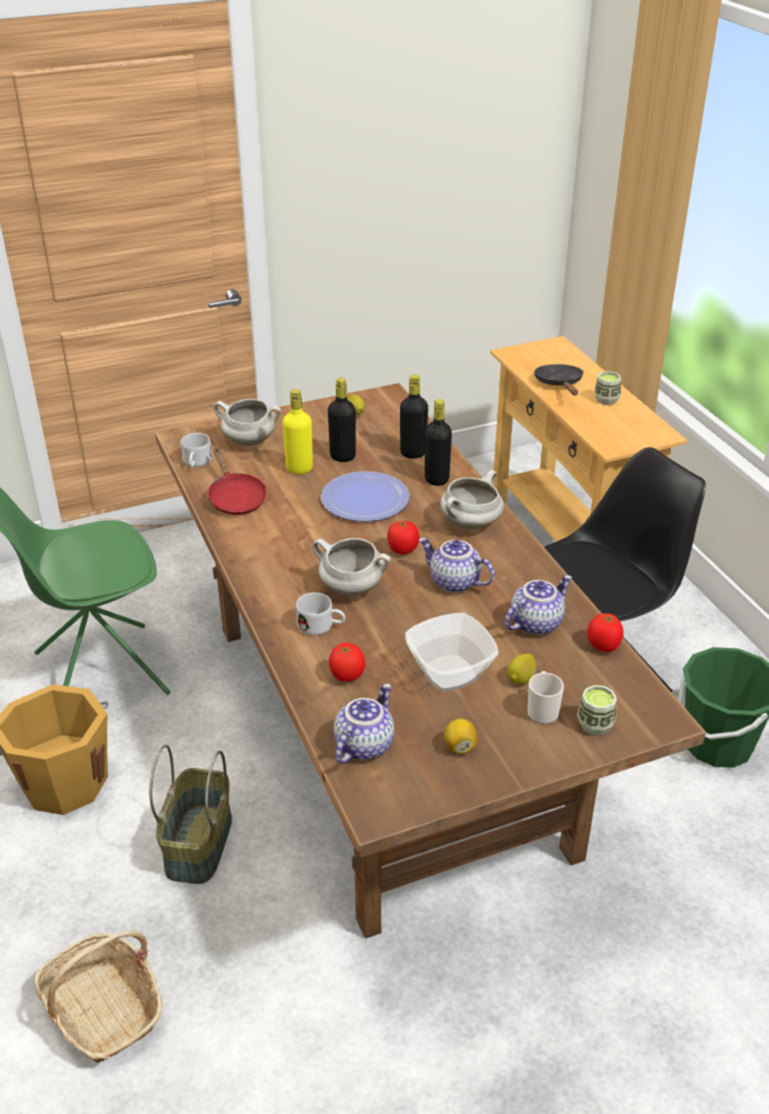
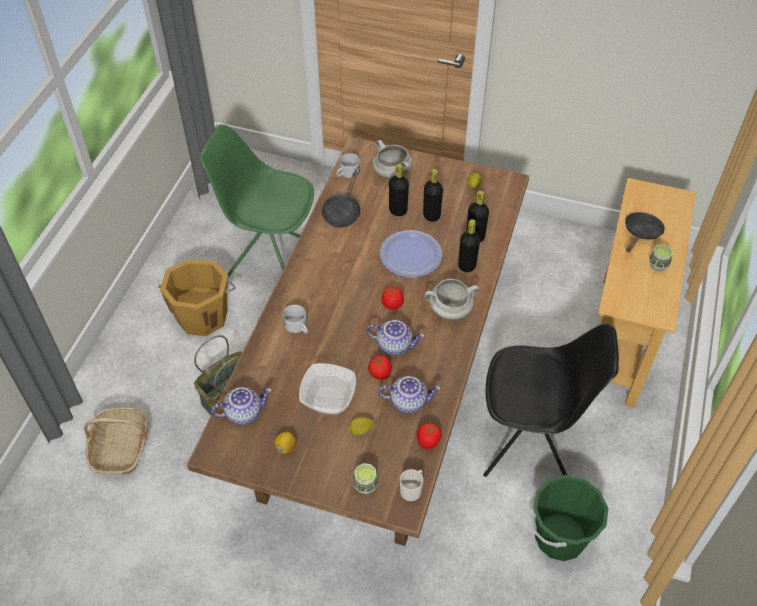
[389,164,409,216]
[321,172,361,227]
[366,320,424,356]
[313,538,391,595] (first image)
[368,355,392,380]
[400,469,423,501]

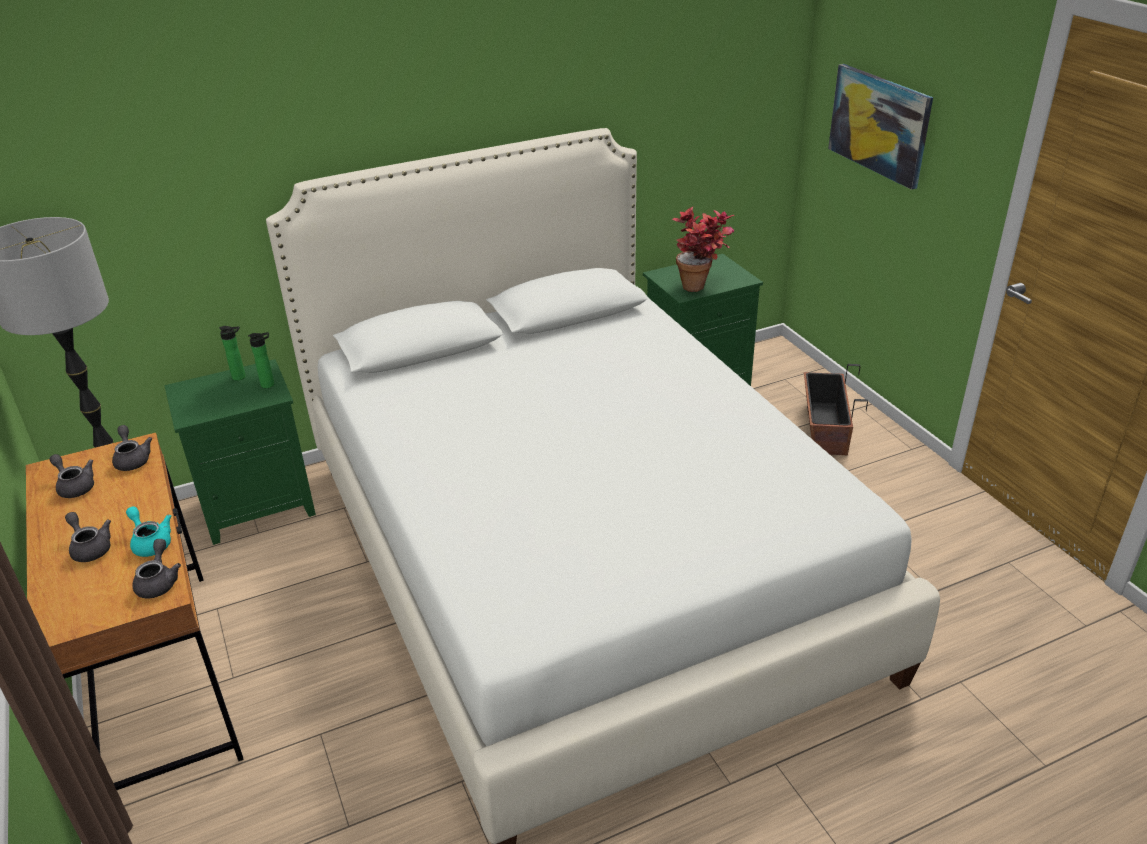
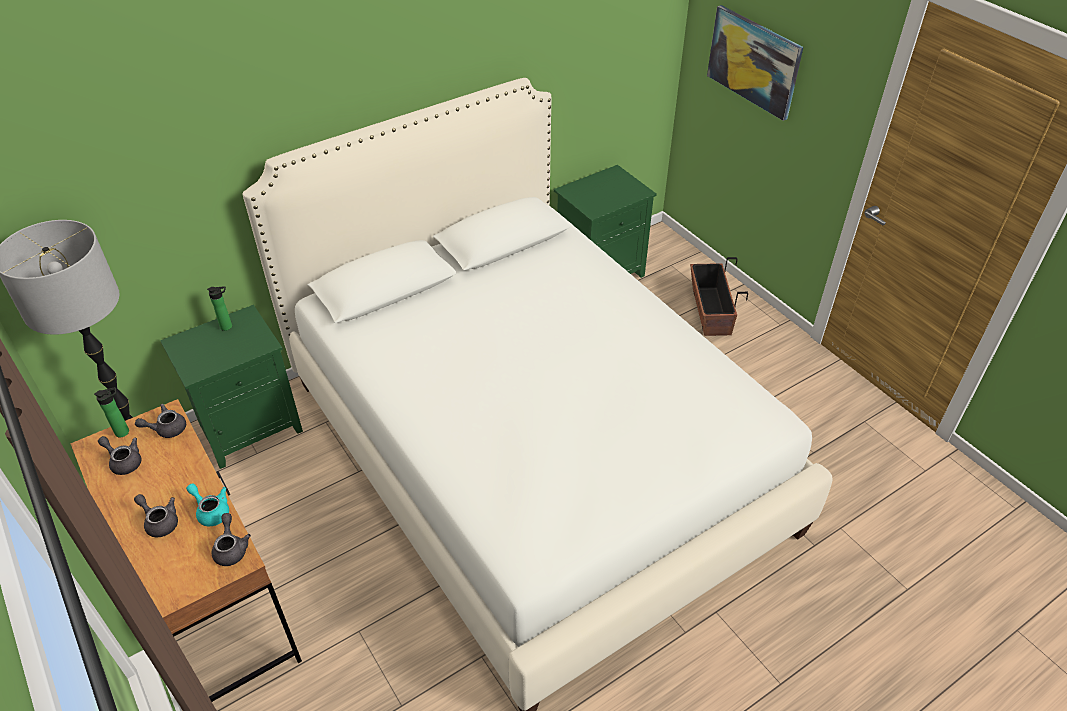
[672,207,734,292] (first image)
[94,387,129,438]
[135,404,186,438]

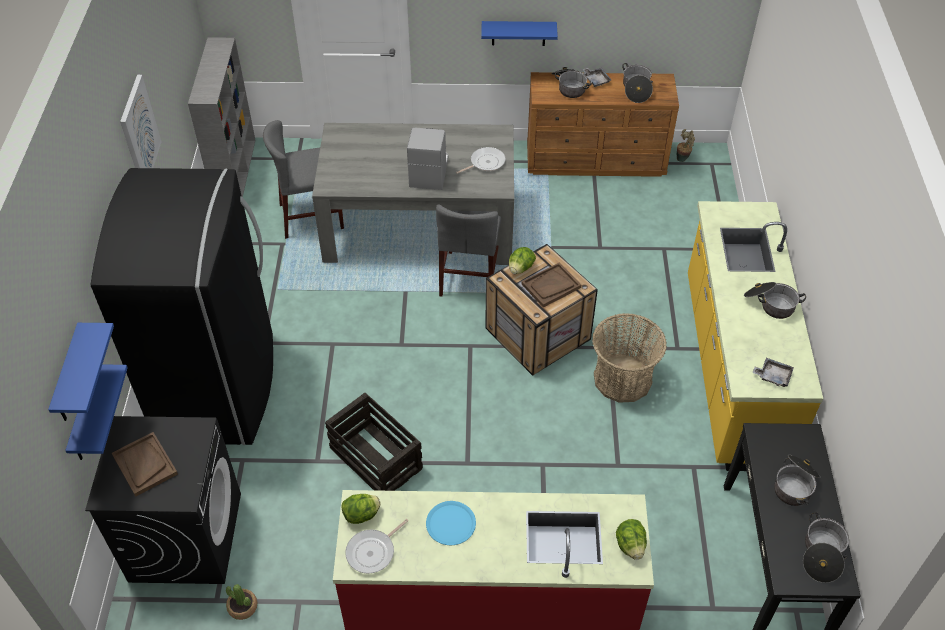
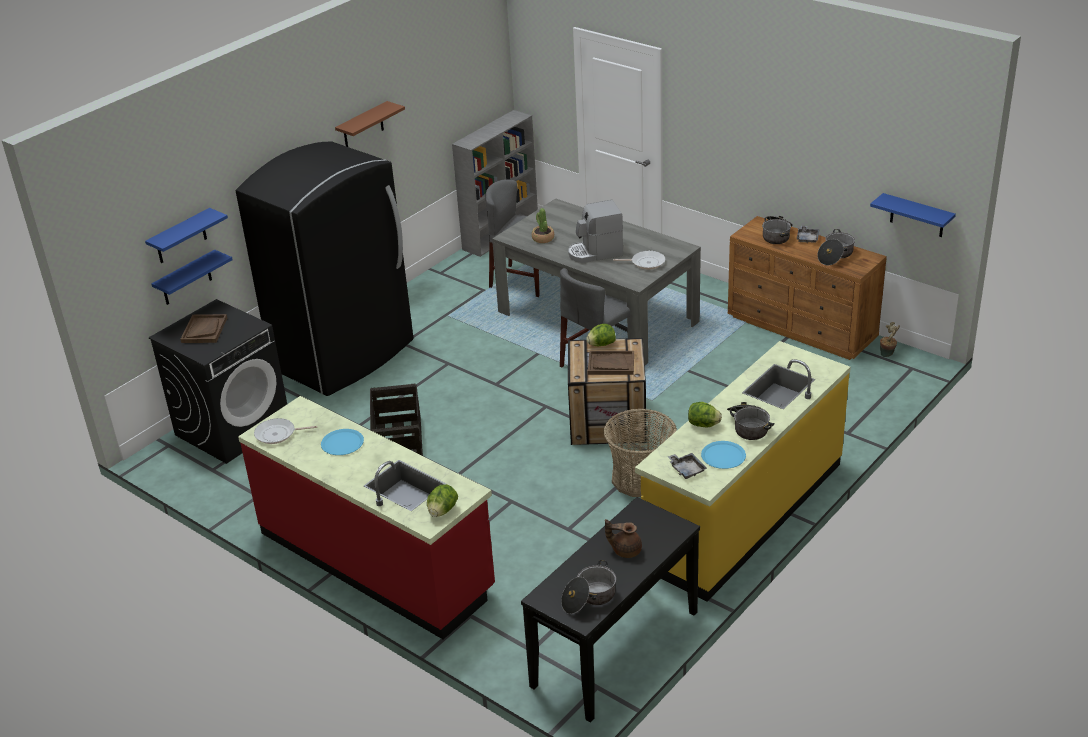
[870,193,956,237]
[335,101,405,147]
[568,200,623,263]
[605,519,642,558]
[688,402,722,427]
[532,208,554,243]
[701,441,746,469]

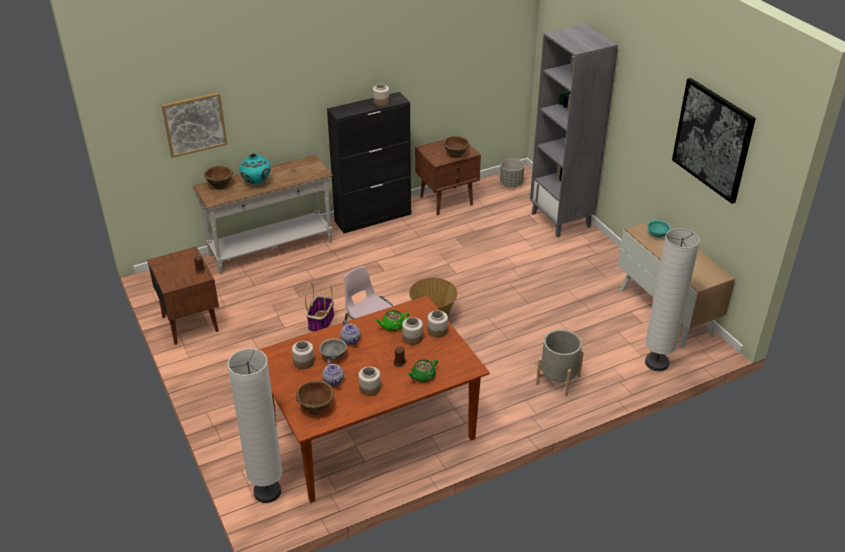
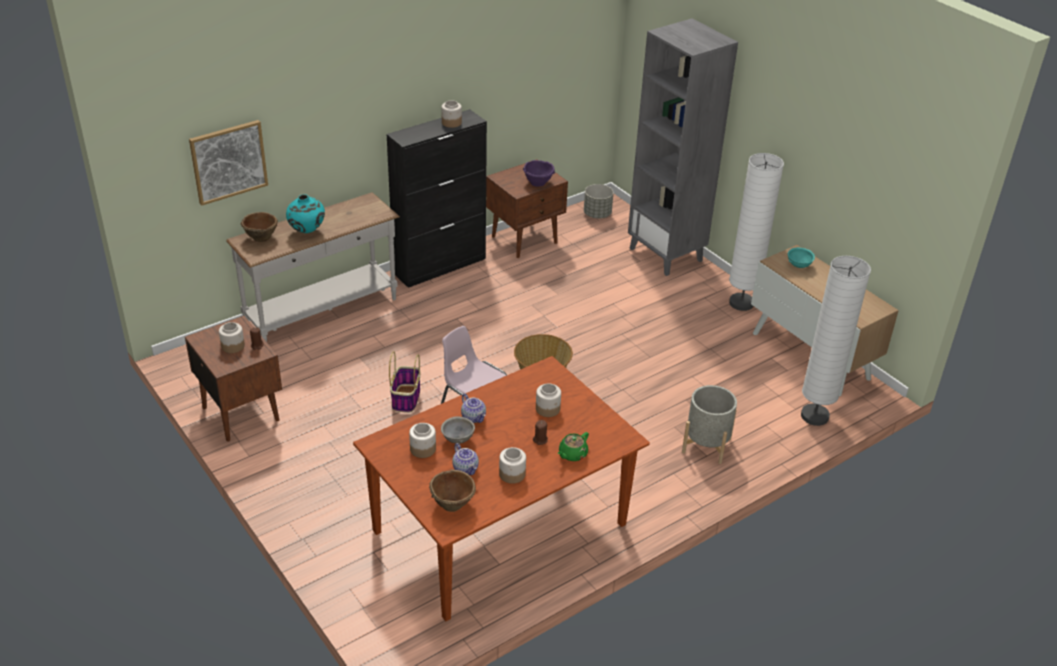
[672,78,756,204] (first image)
[523,160,555,187]
[375,310,409,331] (first image)
[219,322,245,353]
[729,153,784,311]

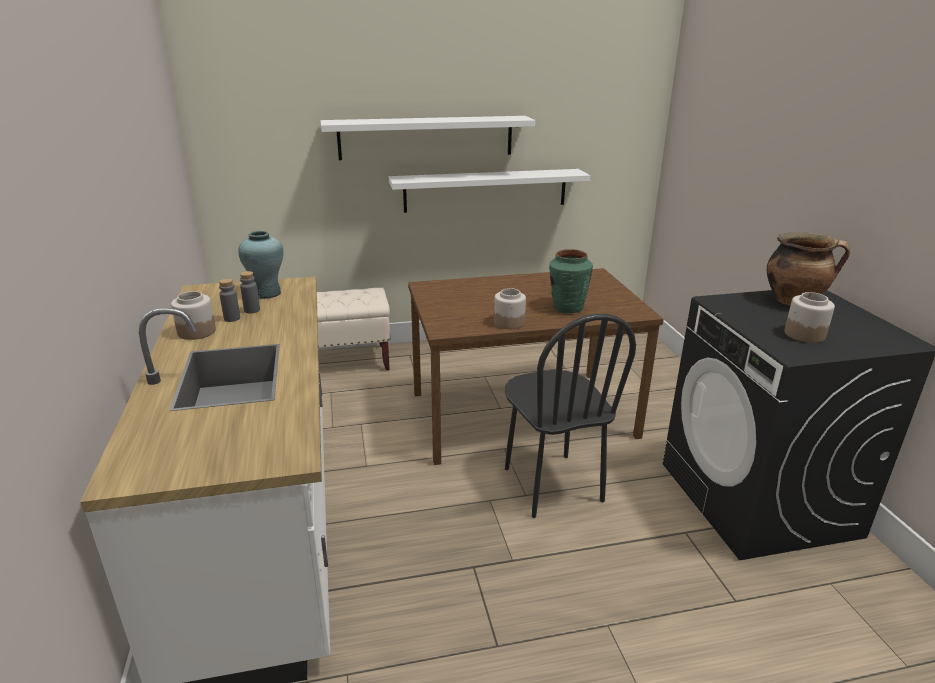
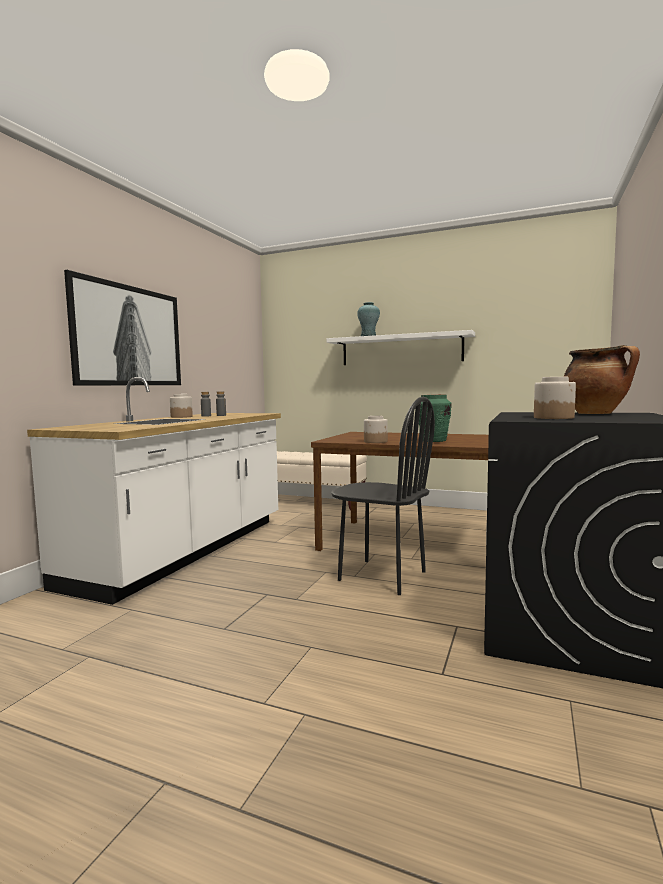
[389,169,590,213] (first image)
[357,302,380,336]
[331,397,435,595]
[64,270,181,386]

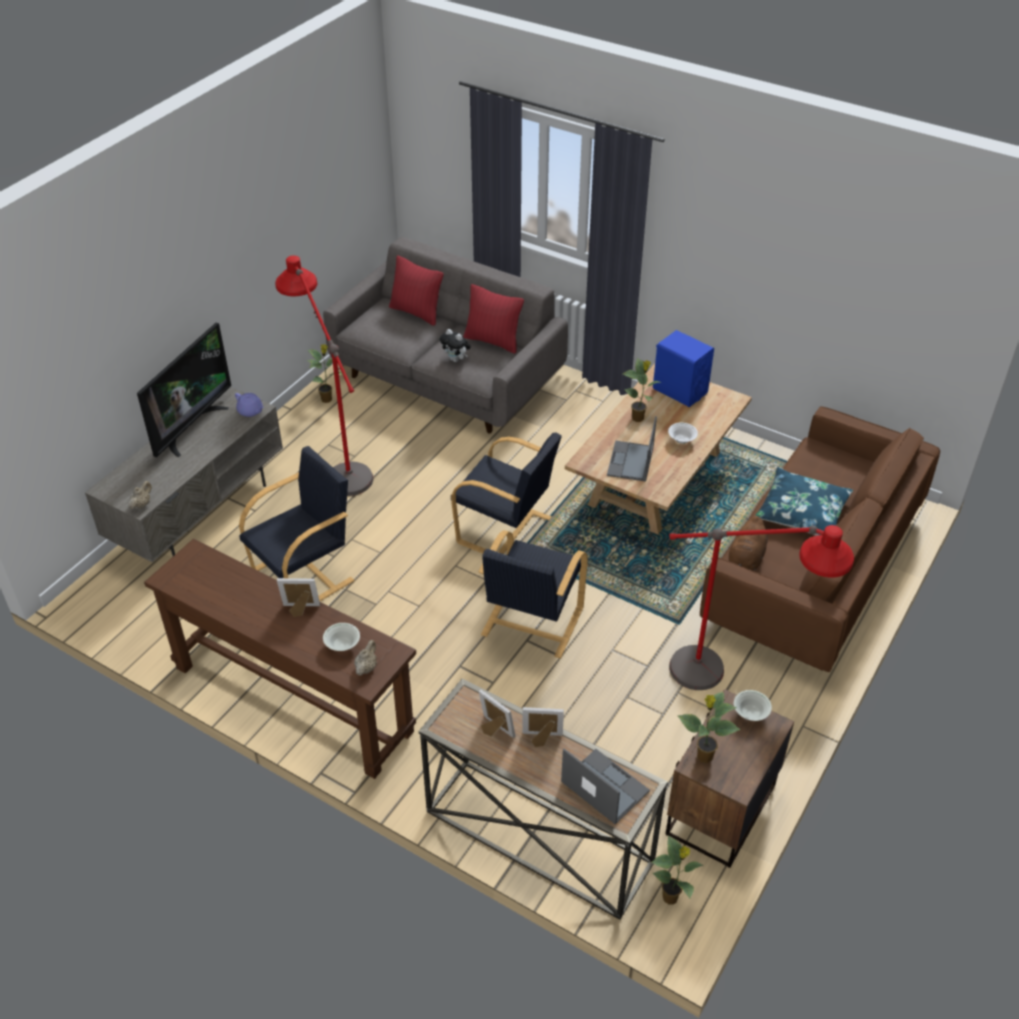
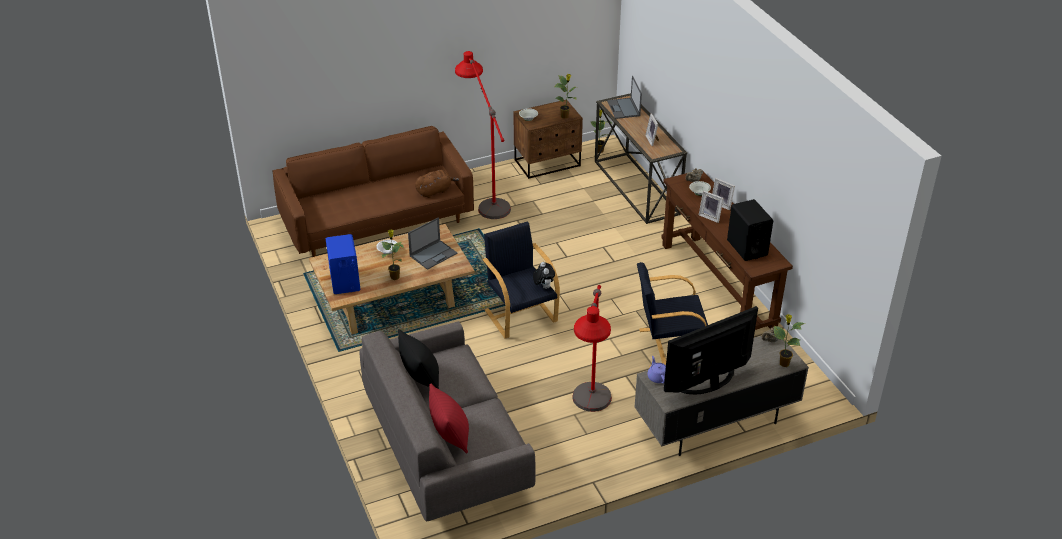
[398,329,439,389]
[533,262,555,289]
[774,314,806,367]
[755,467,853,536] (first image)
[479,530,588,658] (first image)
[712,178,735,210]
[727,199,773,261]

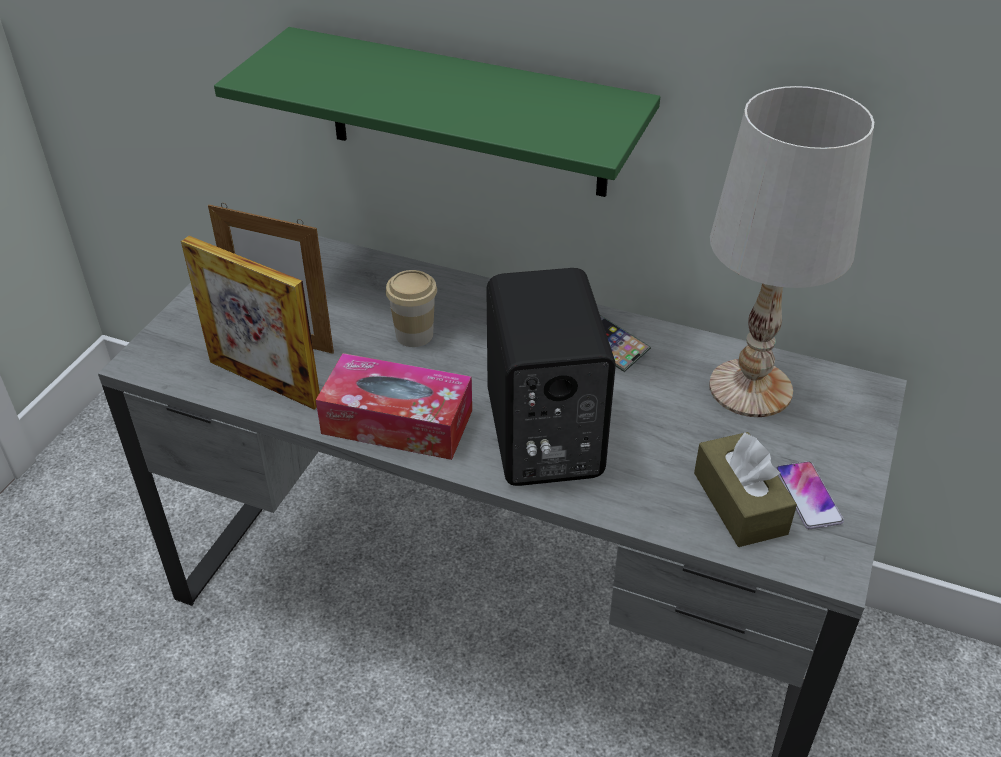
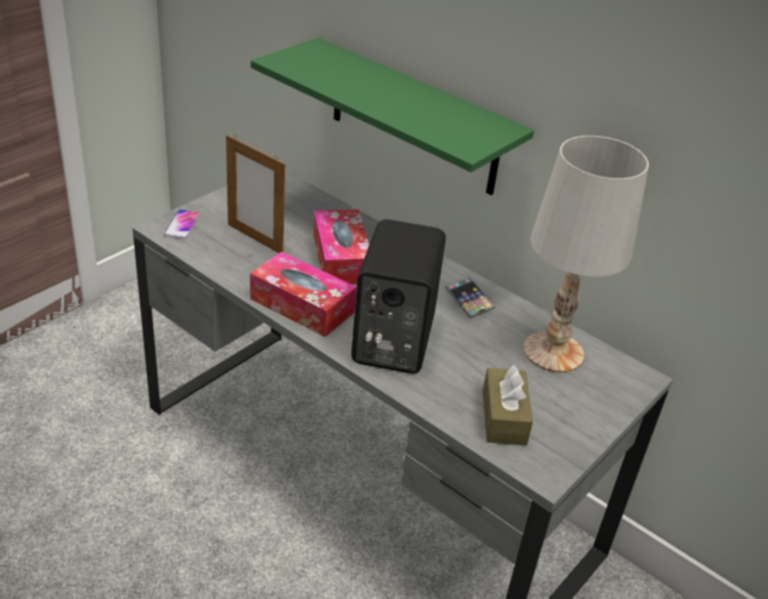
[181,236,320,410] (first image)
[313,210,369,284]
[164,209,200,239]

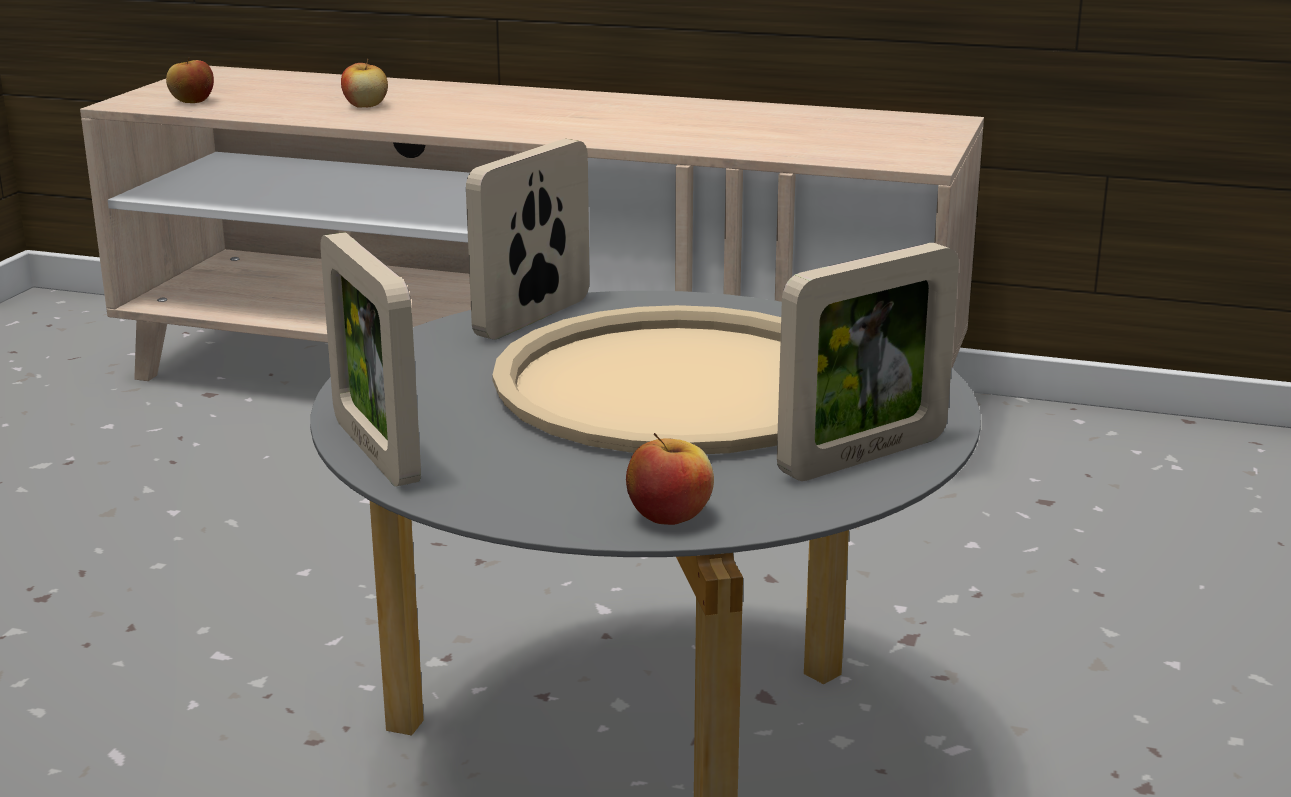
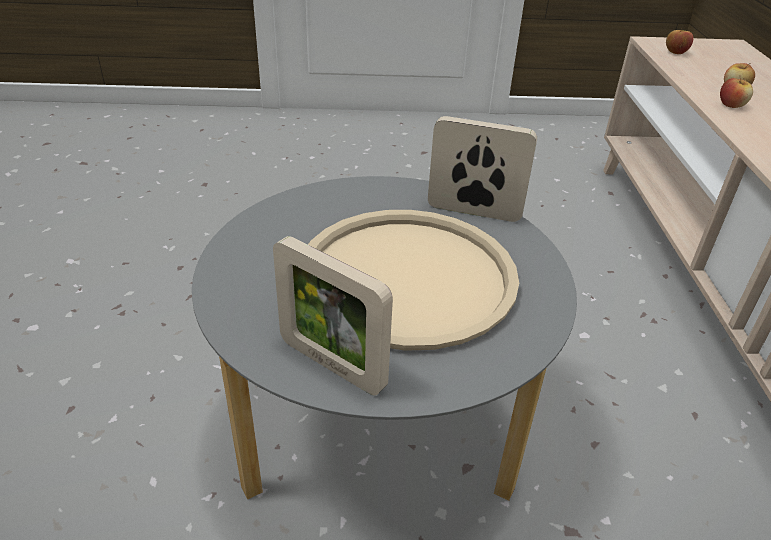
[320,232,421,487] (first image)
[720,78,753,108]

